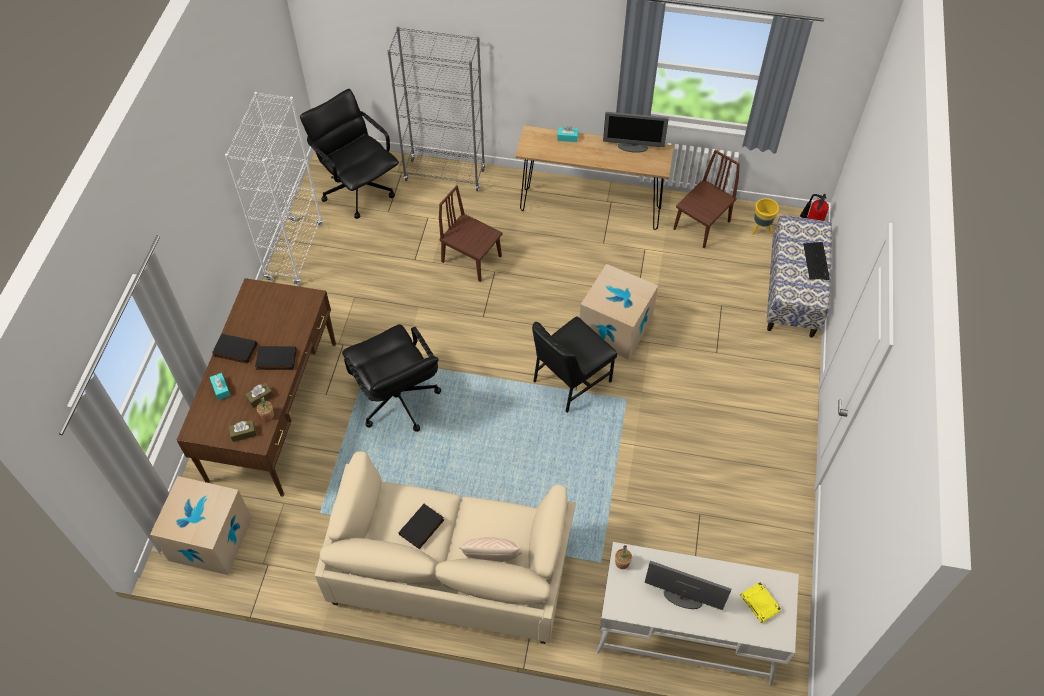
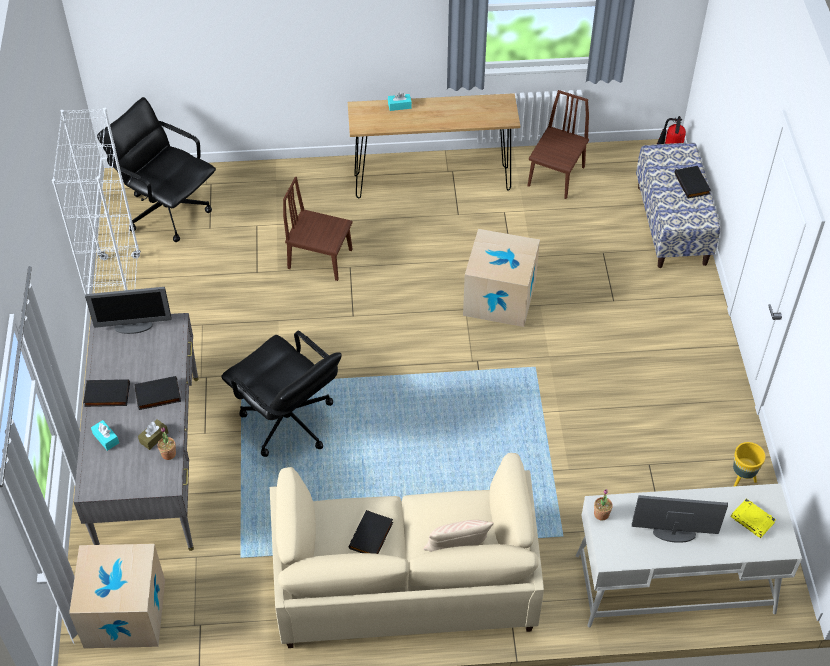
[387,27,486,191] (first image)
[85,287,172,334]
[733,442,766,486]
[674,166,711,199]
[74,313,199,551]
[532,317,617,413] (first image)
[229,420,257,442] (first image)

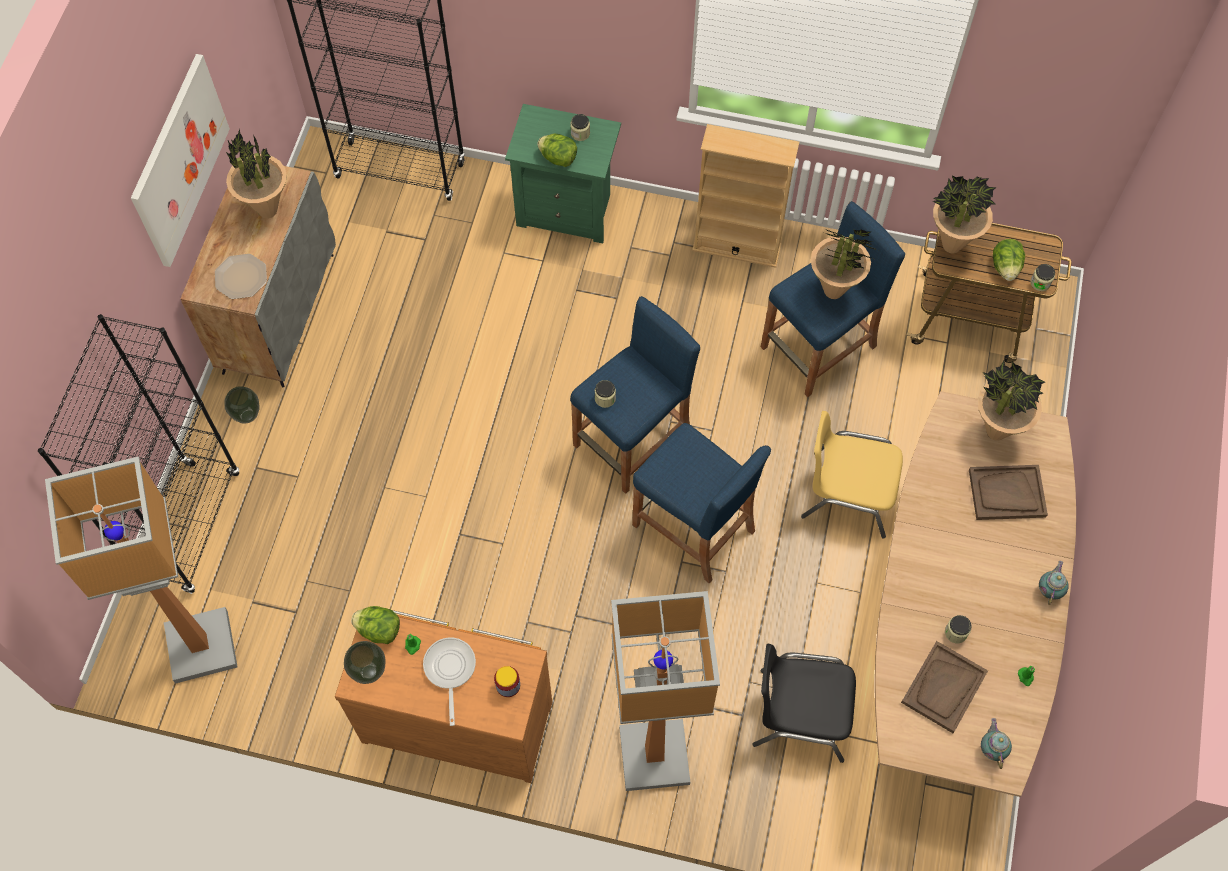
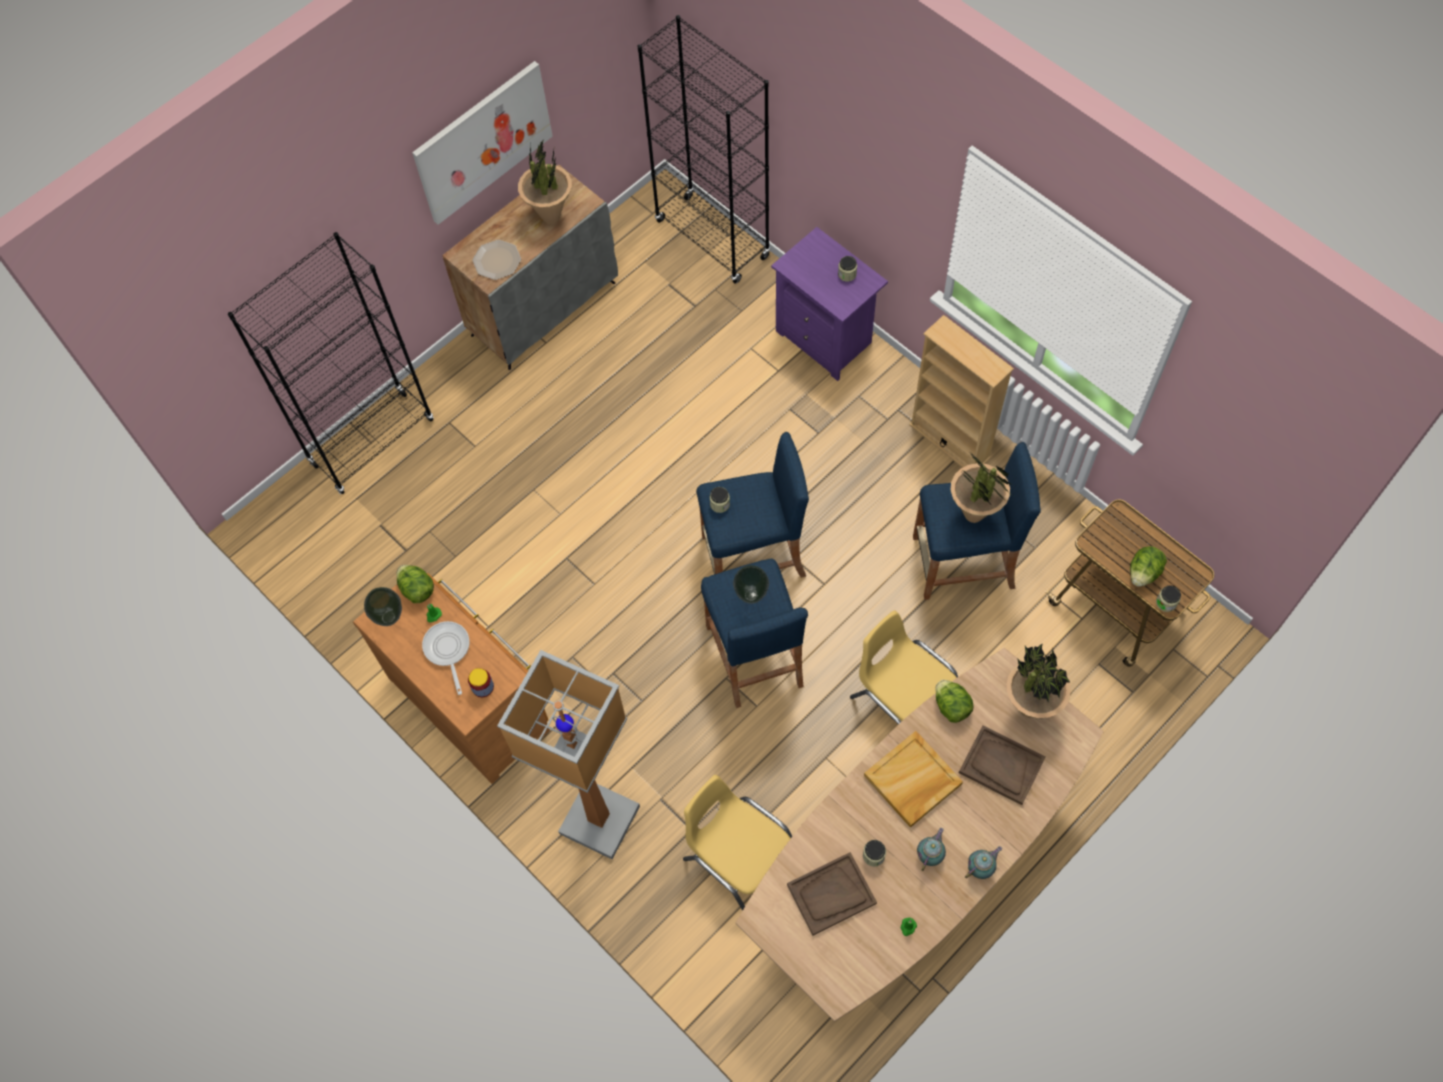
[771,227,888,381]
[935,680,974,723]
[933,176,997,254] (first image)
[733,565,769,604]
[45,456,238,684] (first image)
[422,621,470,695]
[683,775,792,911]
[917,828,946,871]
[864,731,963,828]

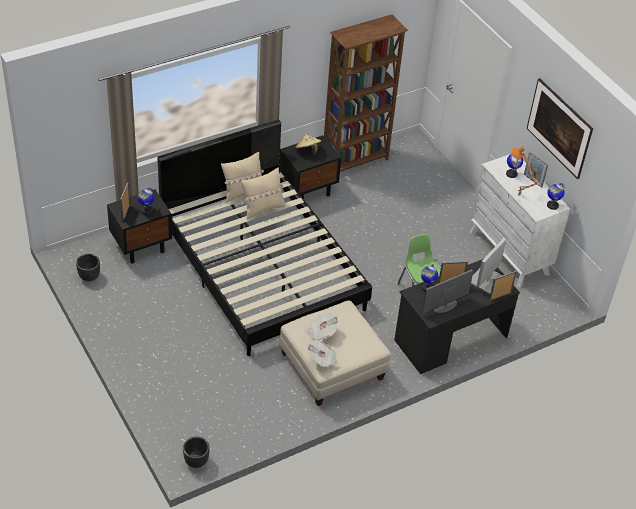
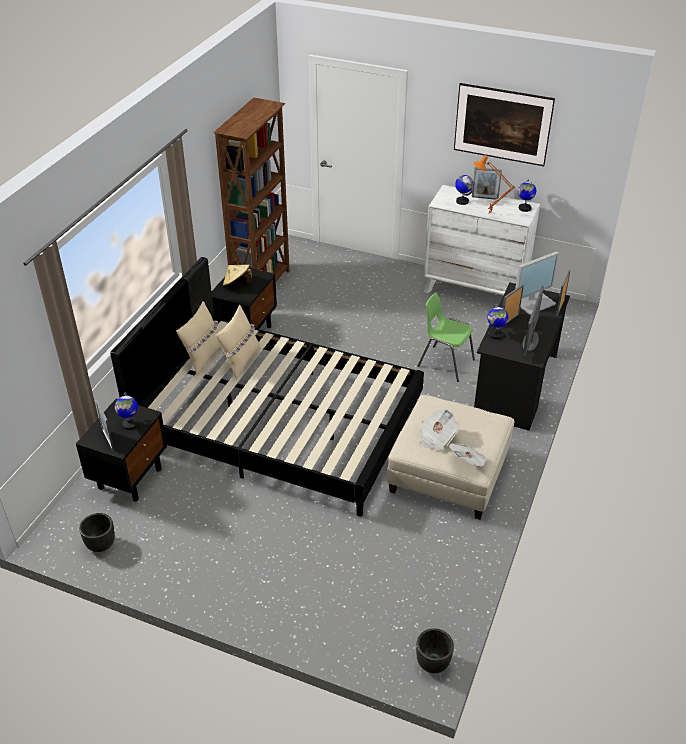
[515,251,559,315]

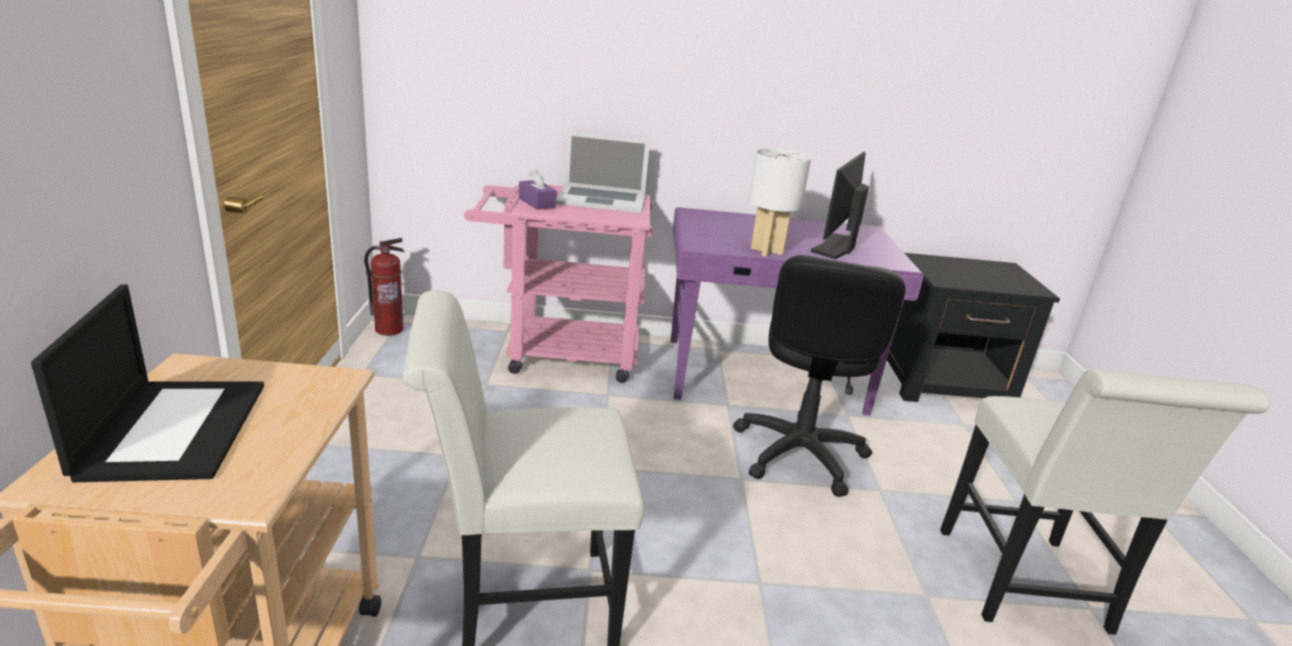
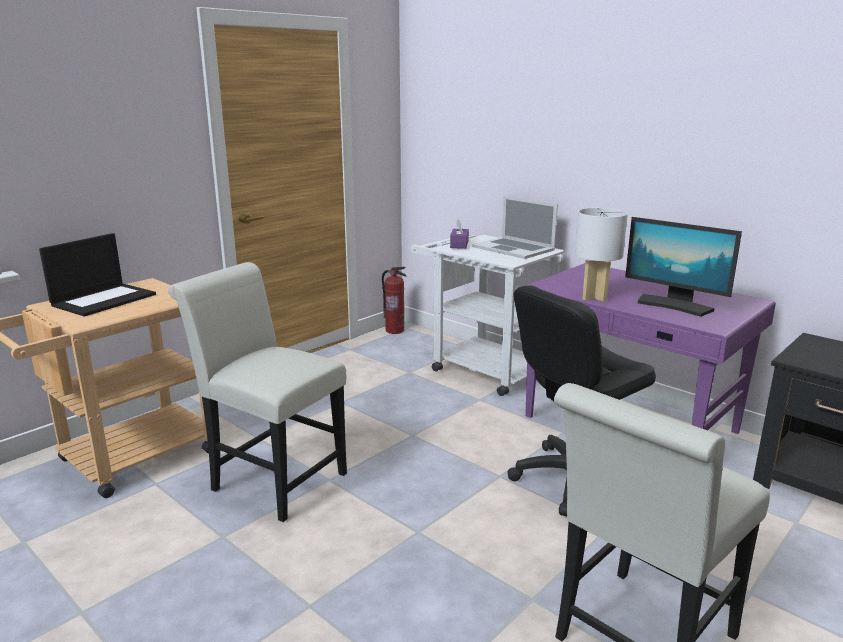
[625,217,742,317]
[411,235,564,396]

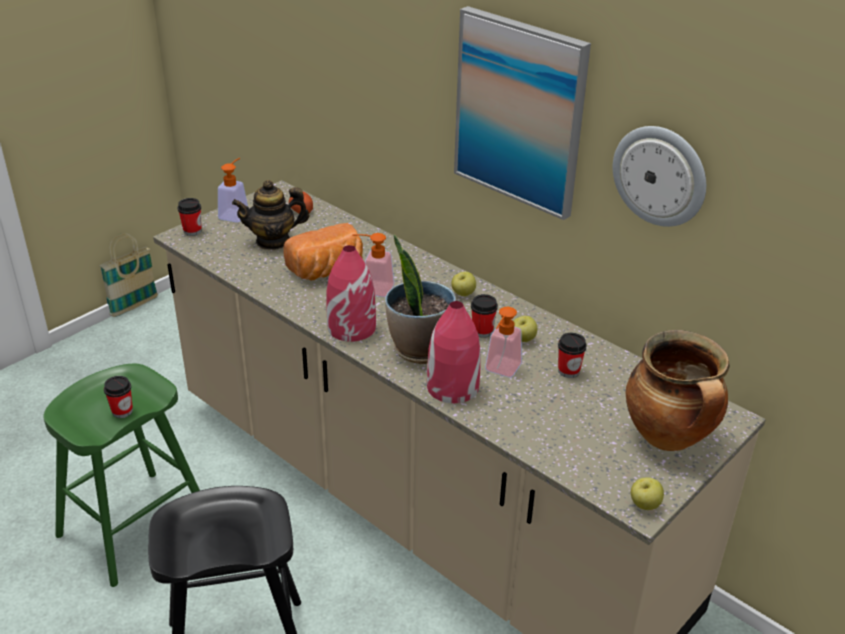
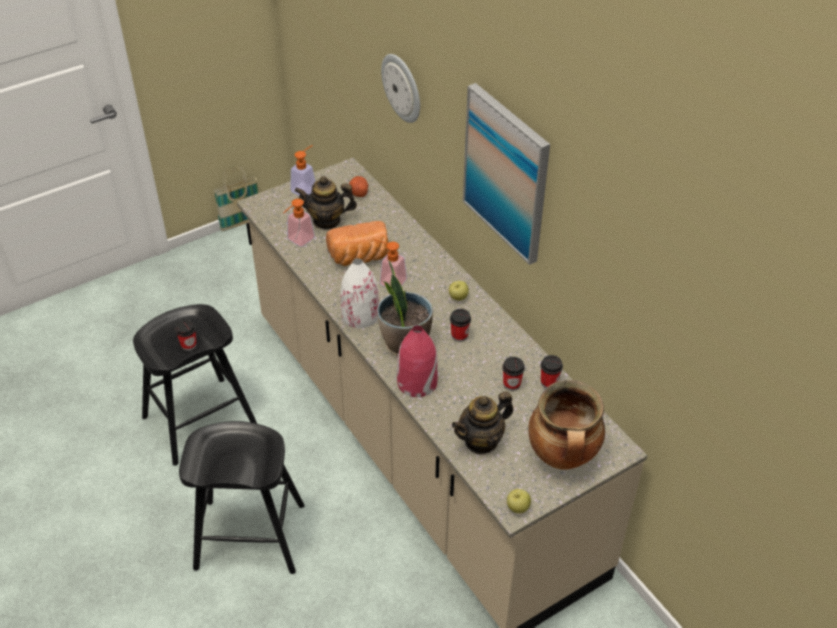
[381,54,420,123]
[540,355,563,389]
[341,258,379,328]
[283,199,315,247]
[513,316,538,342] (first image)
[133,304,257,466]
[452,391,513,455]

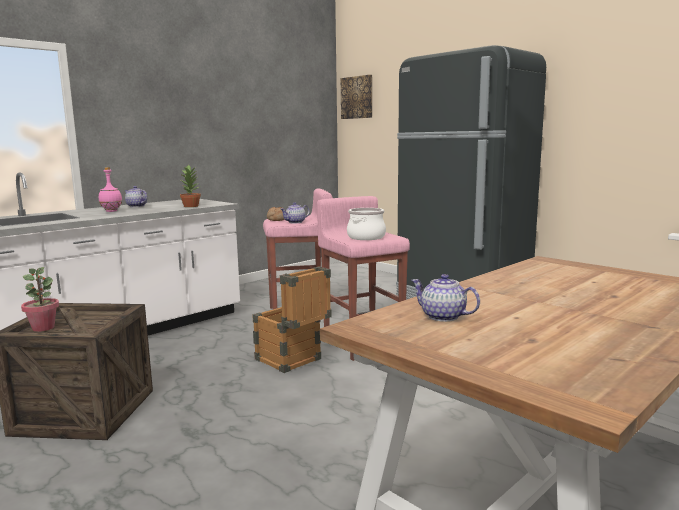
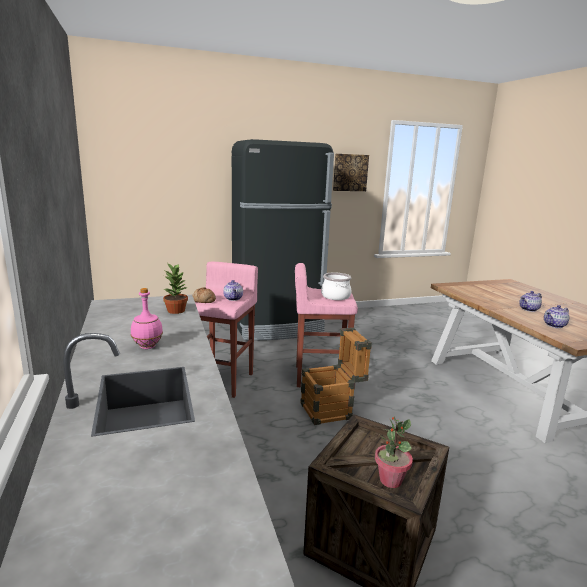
[333,154,369,191]
[519,291,542,312]

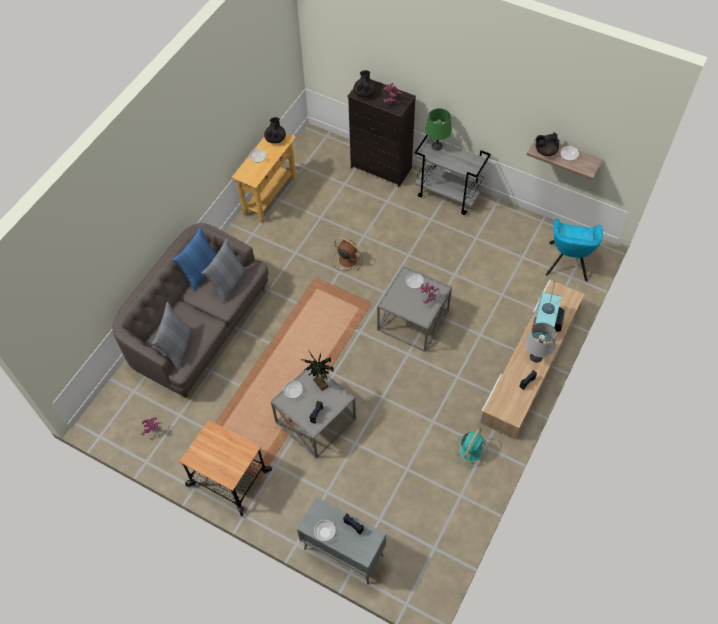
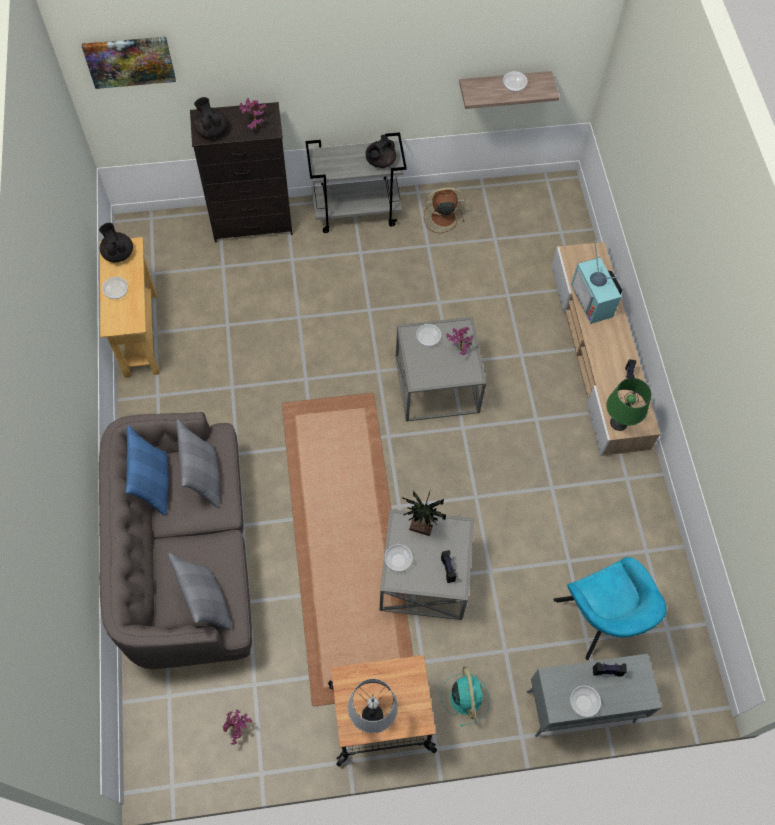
[607,378,652,431]
[366,135,396,168]
[553,557,667,660]
[424,187,465,233]
[348,679,398,733]
[440,667,490,726]
[82,37,176,89]

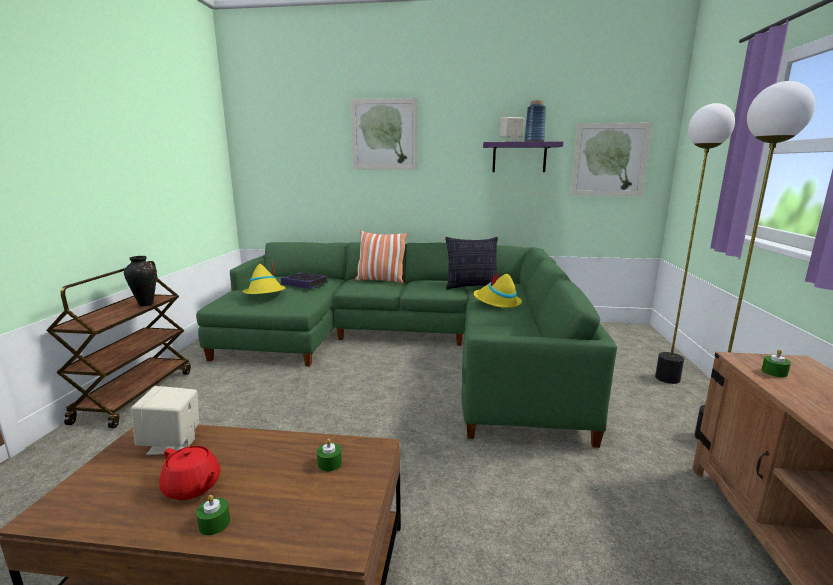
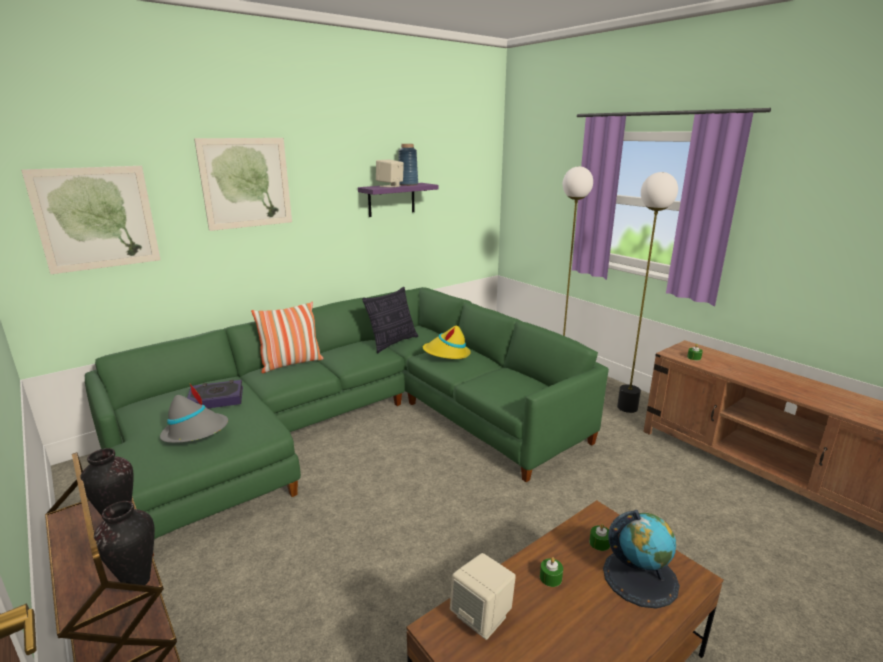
[22,166,161,274]
[160,384,228,443]
[159,446,220,500] (first image)
[540,557,563,587]
[94,501,155,591]
[603,510,680,609]

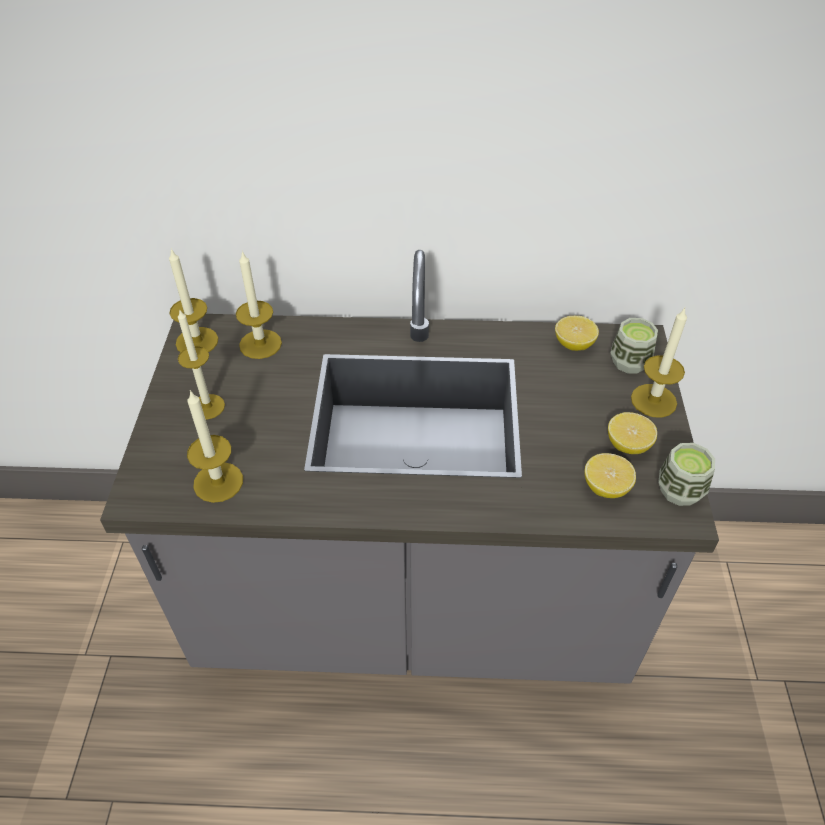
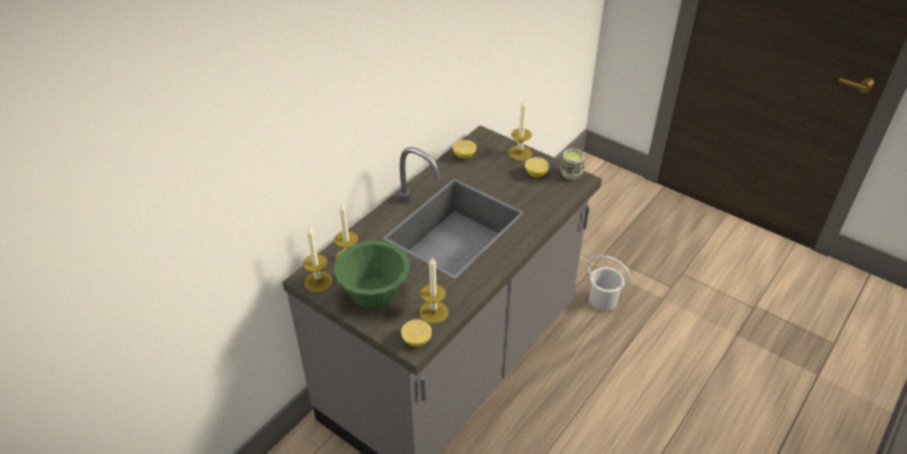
[334,240,410,311]
[610,318,658,374] (first image)
[401,319,432,347]
[587,255,631,311]

